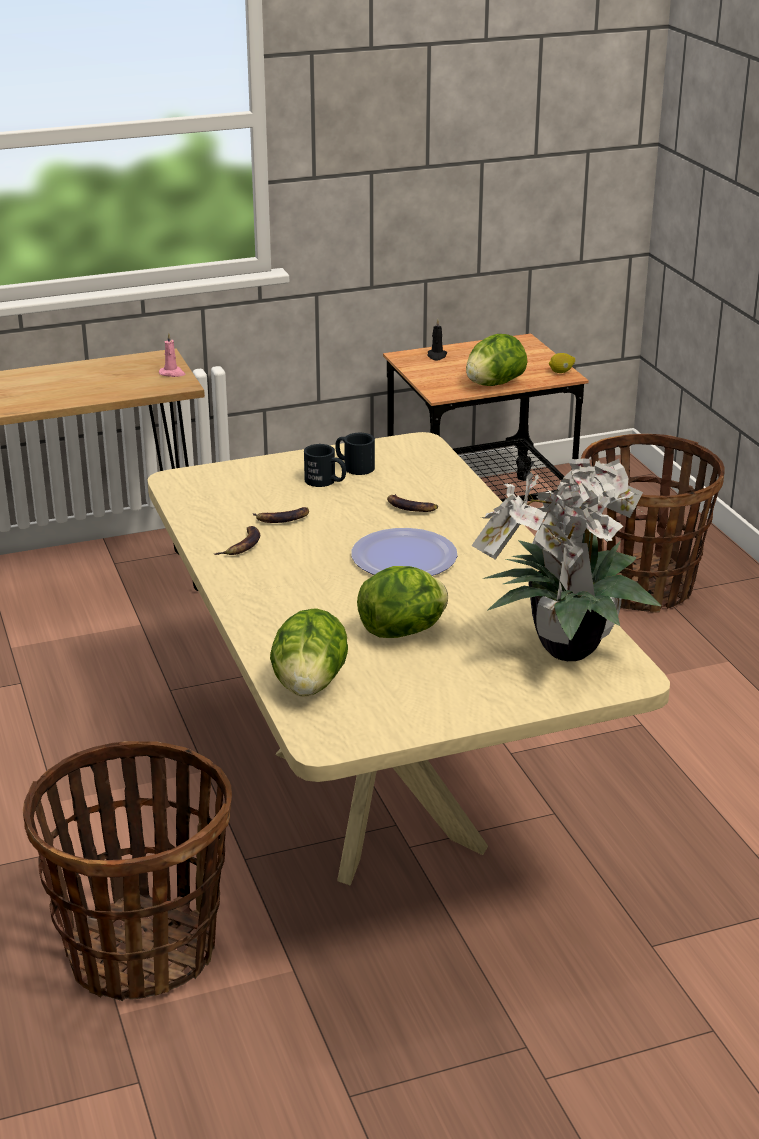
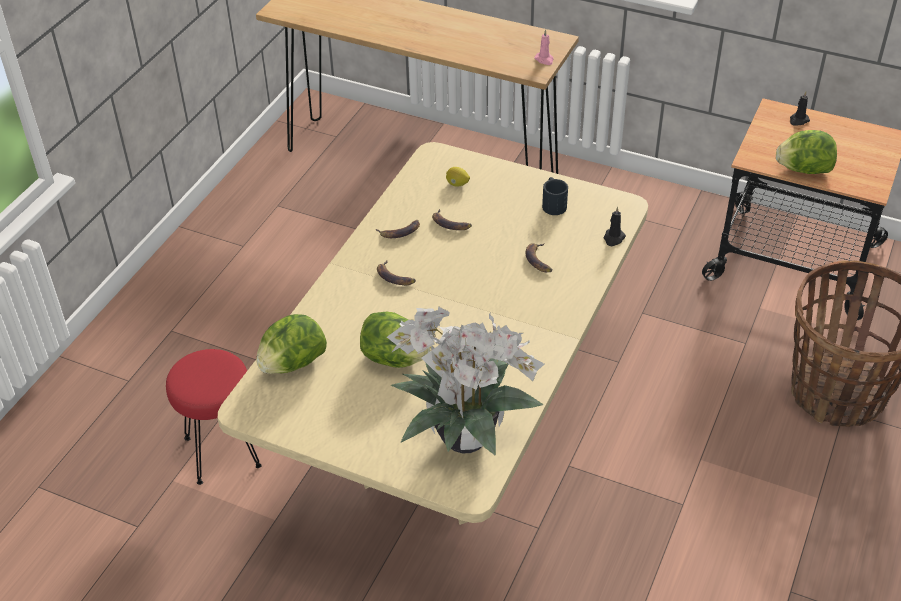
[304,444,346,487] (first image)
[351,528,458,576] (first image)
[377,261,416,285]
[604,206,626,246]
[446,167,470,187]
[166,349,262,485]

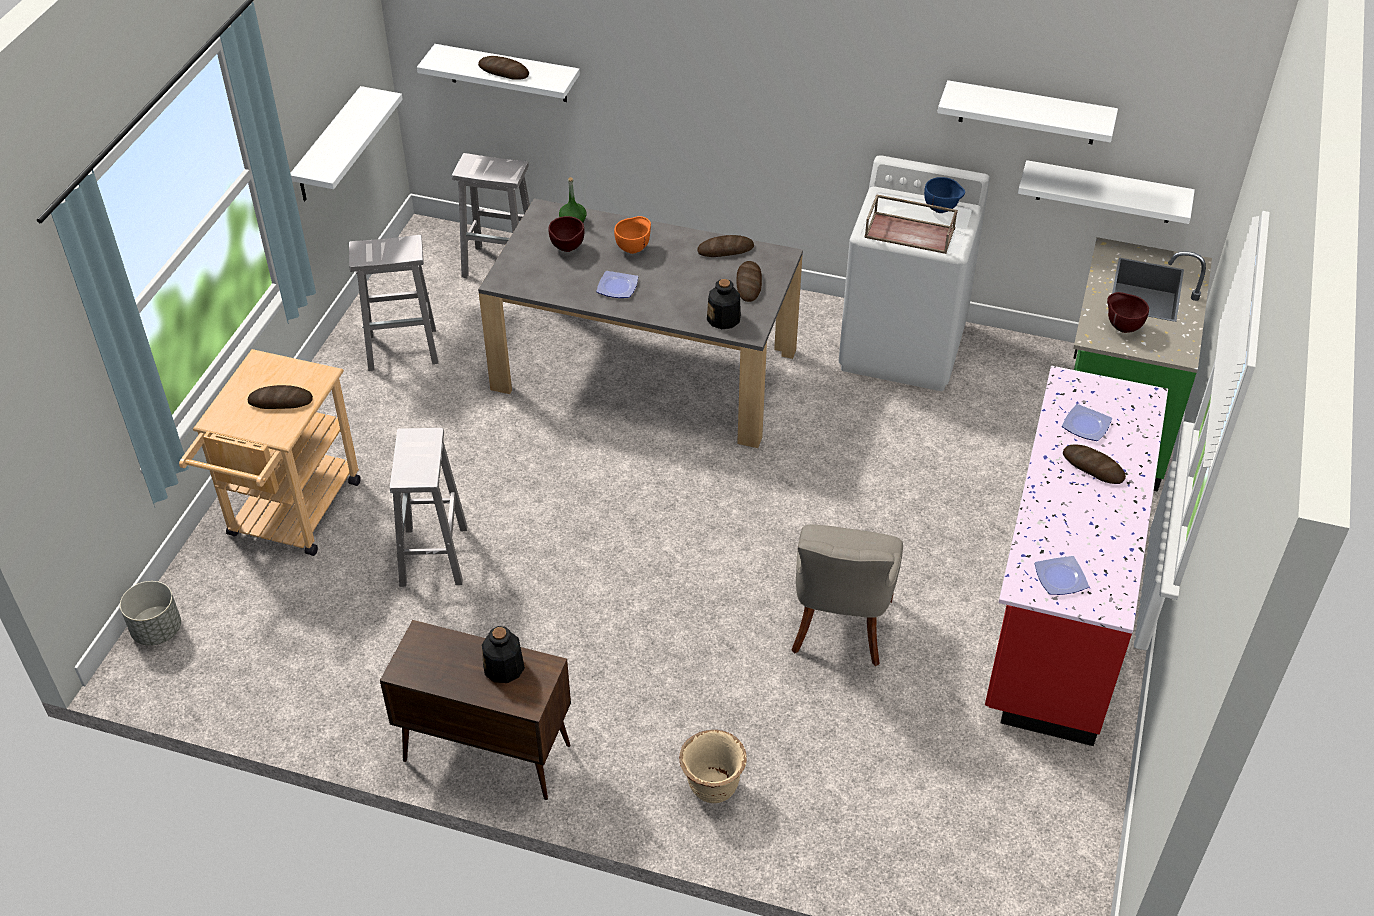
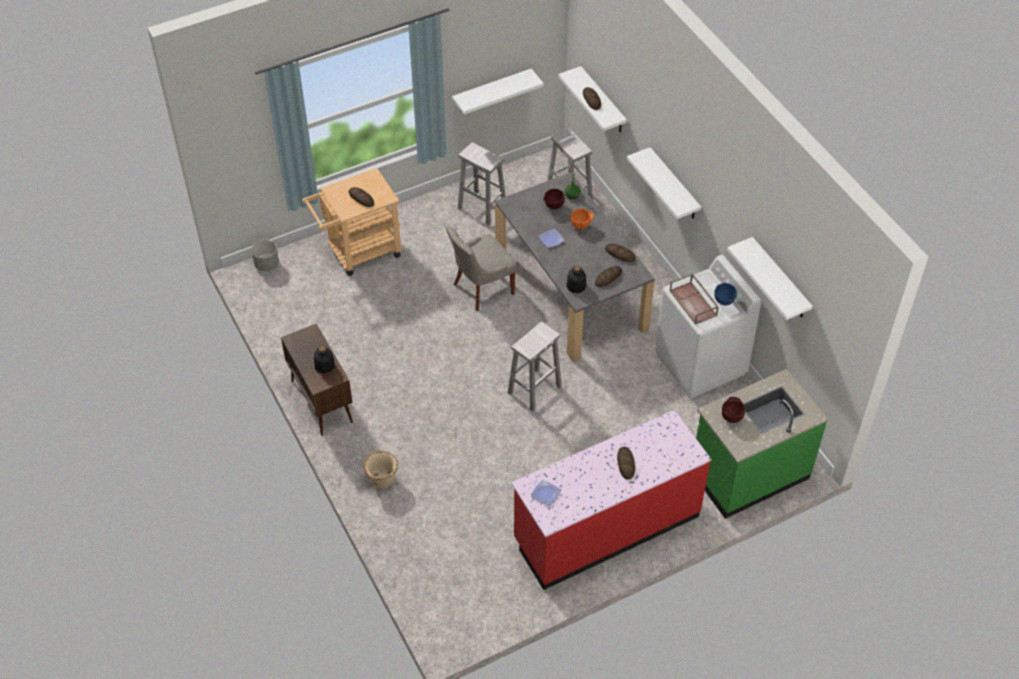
[1062,404,1112,441] (first image)
[508,322,562,412]
[445,226,517,311]
[627,147,701,219]

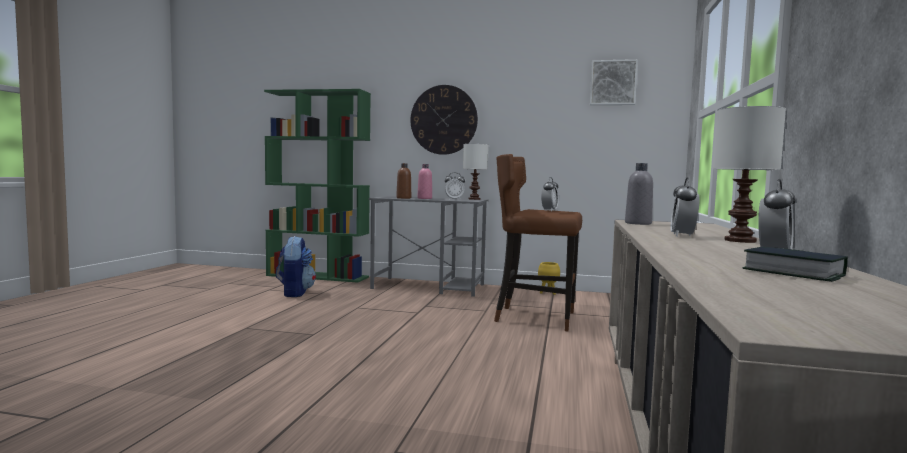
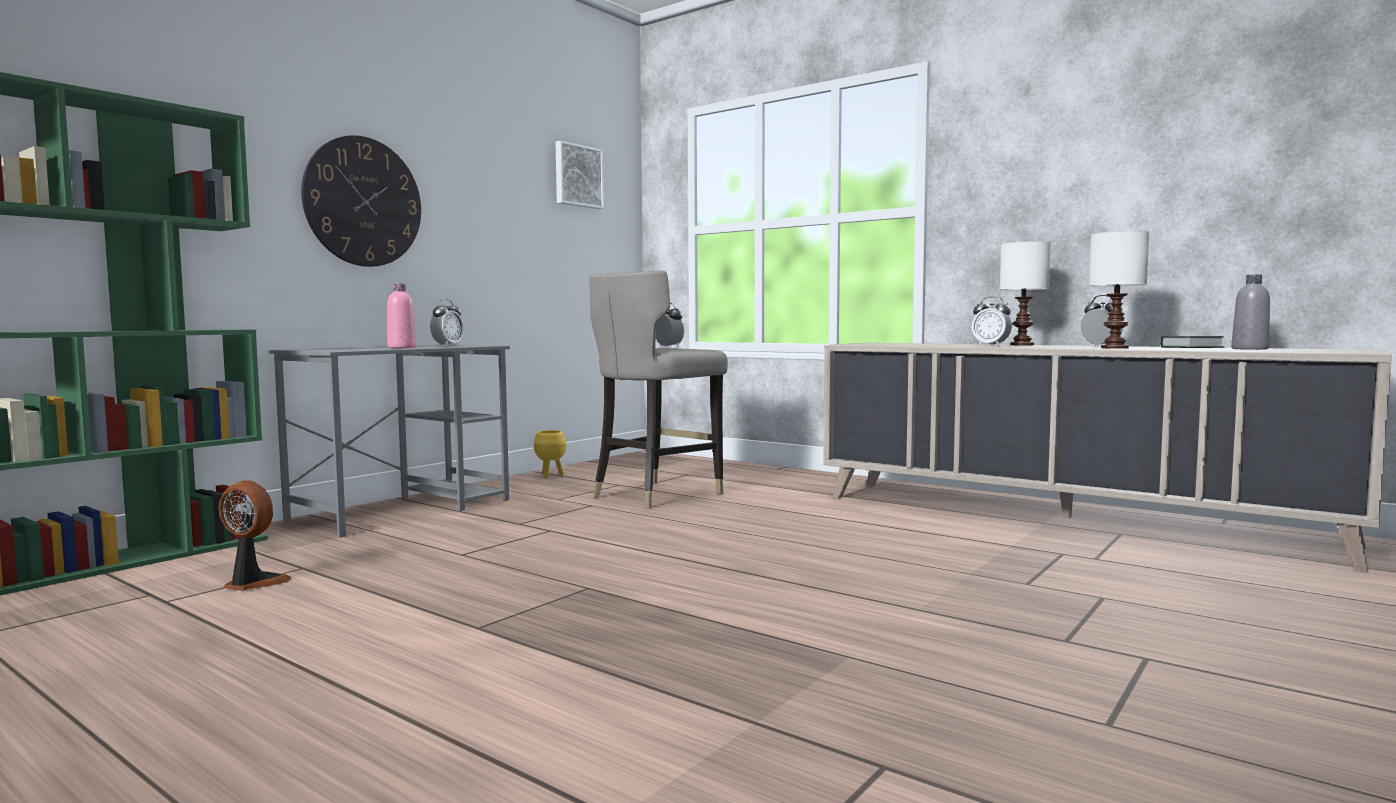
[396,163,411,199] (first image)
[1089,231,1149,349]
[1231,274,1270,350]
[218,480,291,590]
[589,270,728,509]

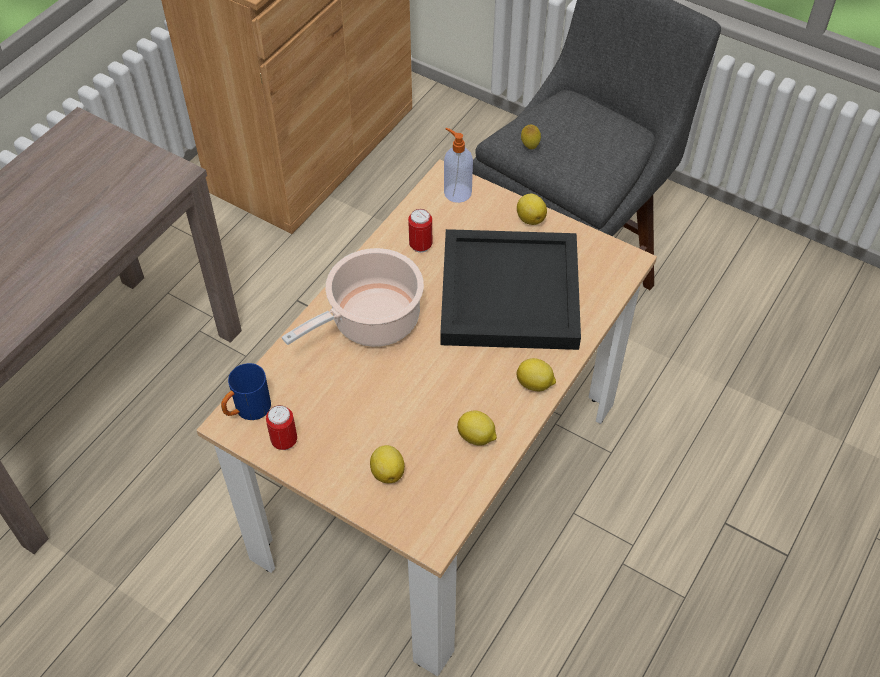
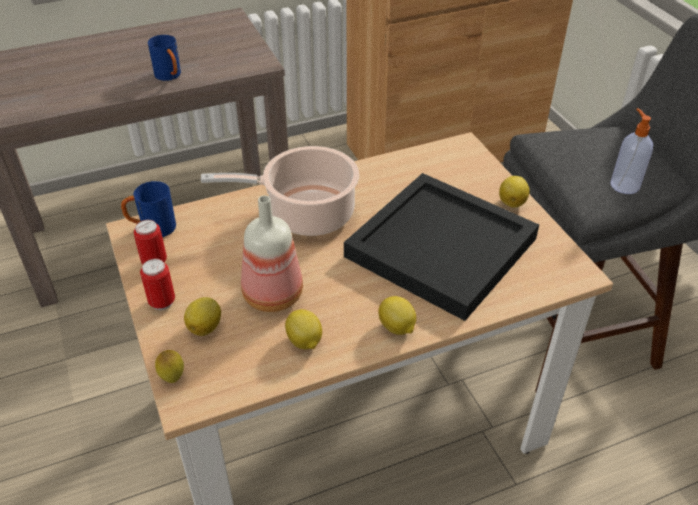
[148,35,181,81]
[241,196,303,312]
[140,259,175,310]
[610,108,653,194]
[155,350,184,383]

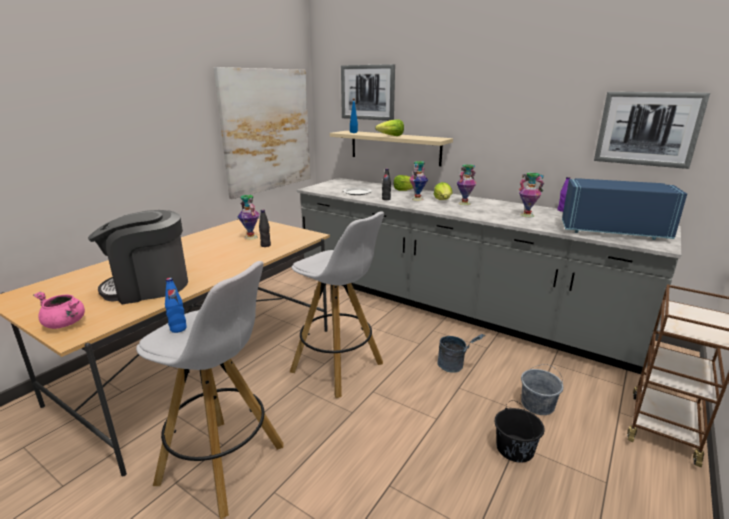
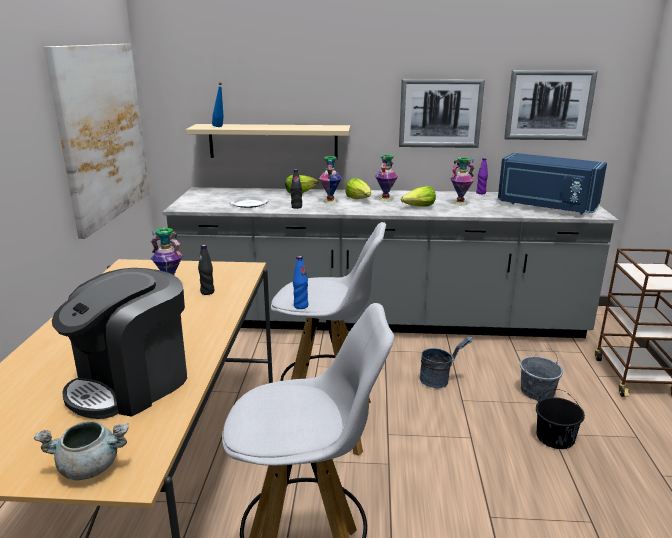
[293,256,308,309]
[399,79,485,148]
[401,186,436,207]
[34,421,129,480]
[498,153,607,214]

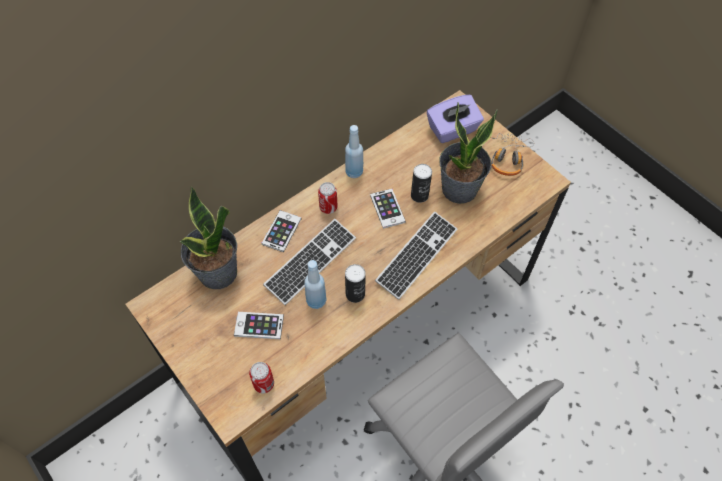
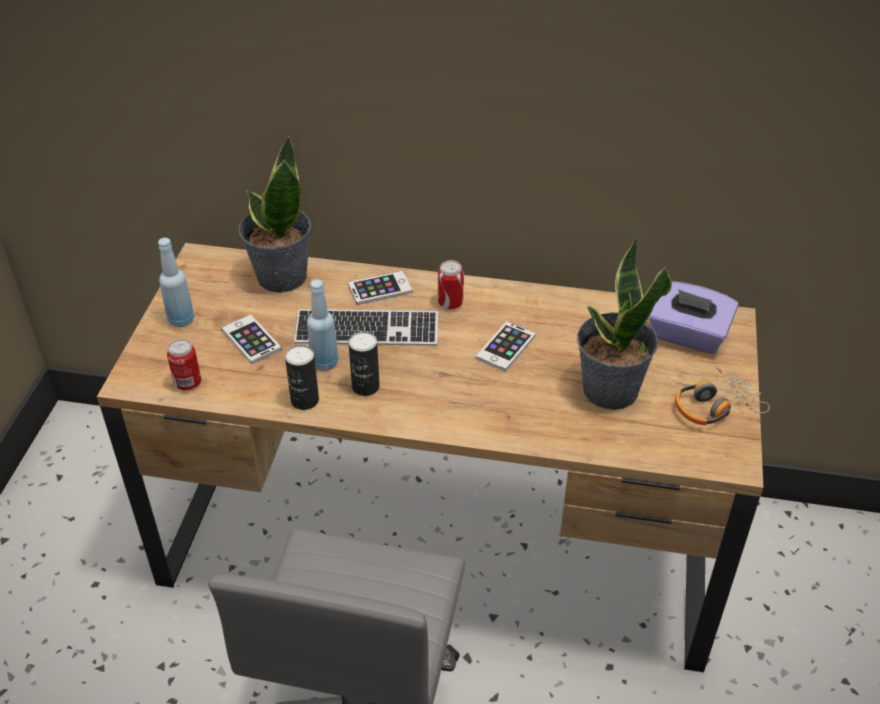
[375,212,457,300] (first image)
[158,238,194,327]
[285,345,319,410]

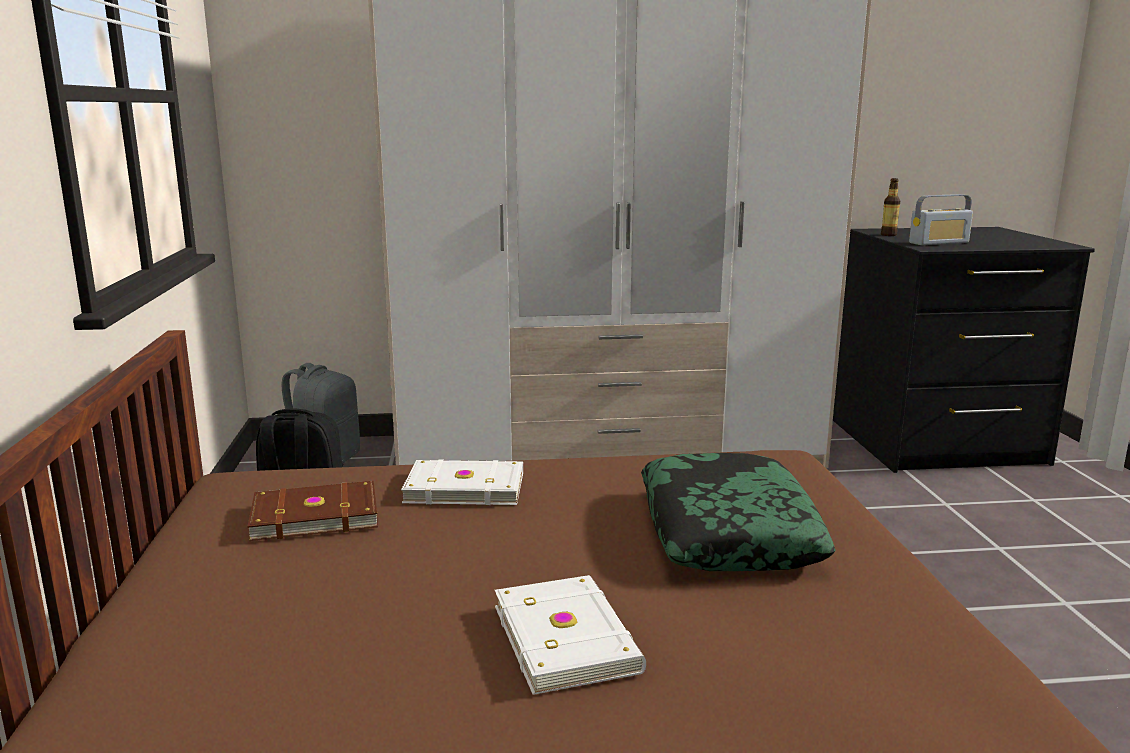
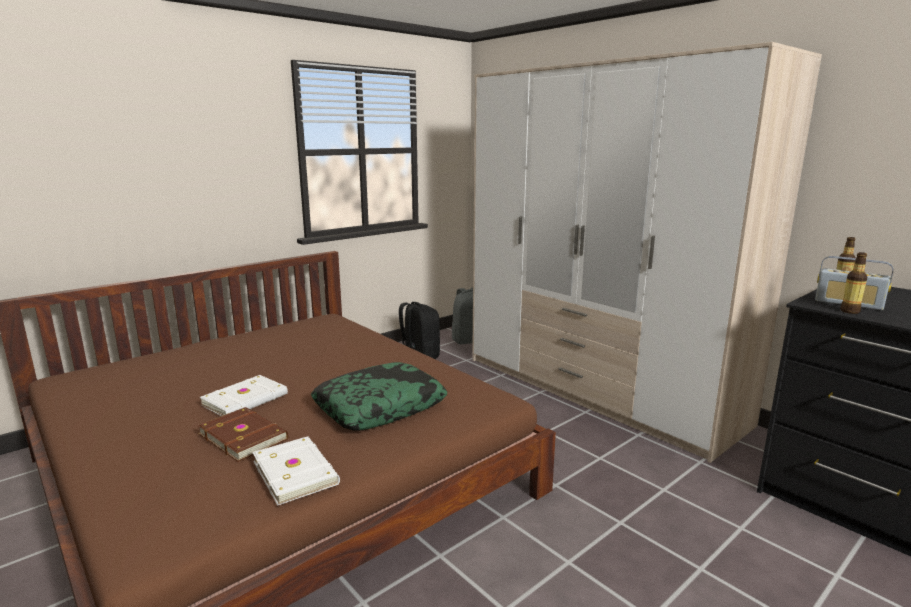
[840,252,867,314]
[197,407,288,462]
[252,436,340,506]

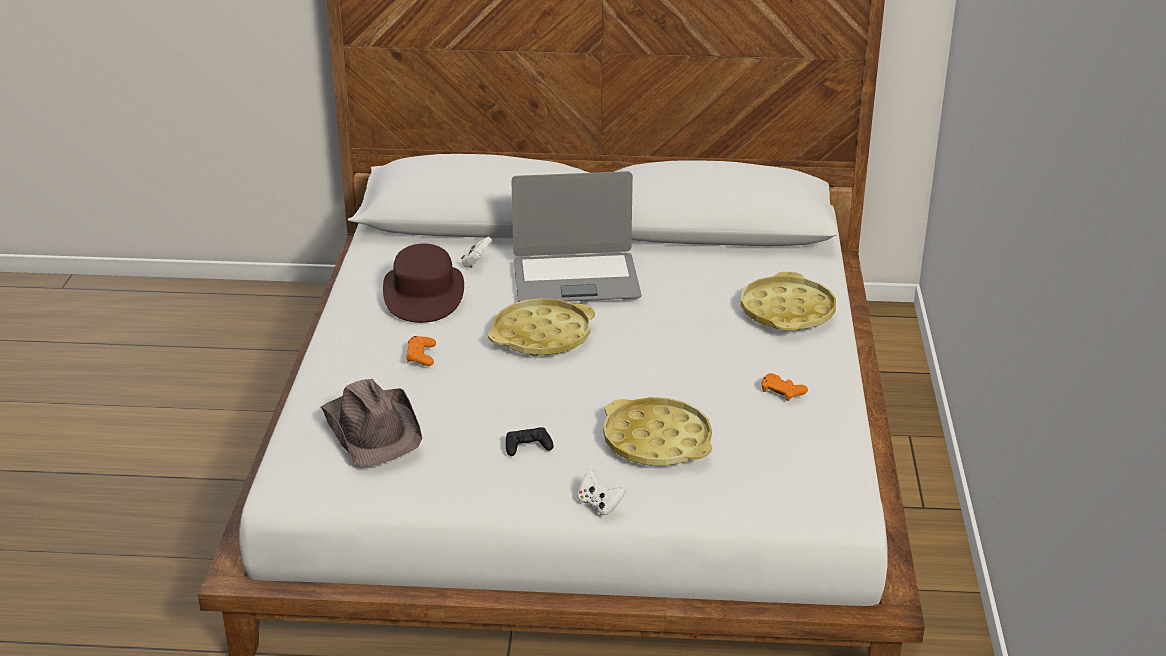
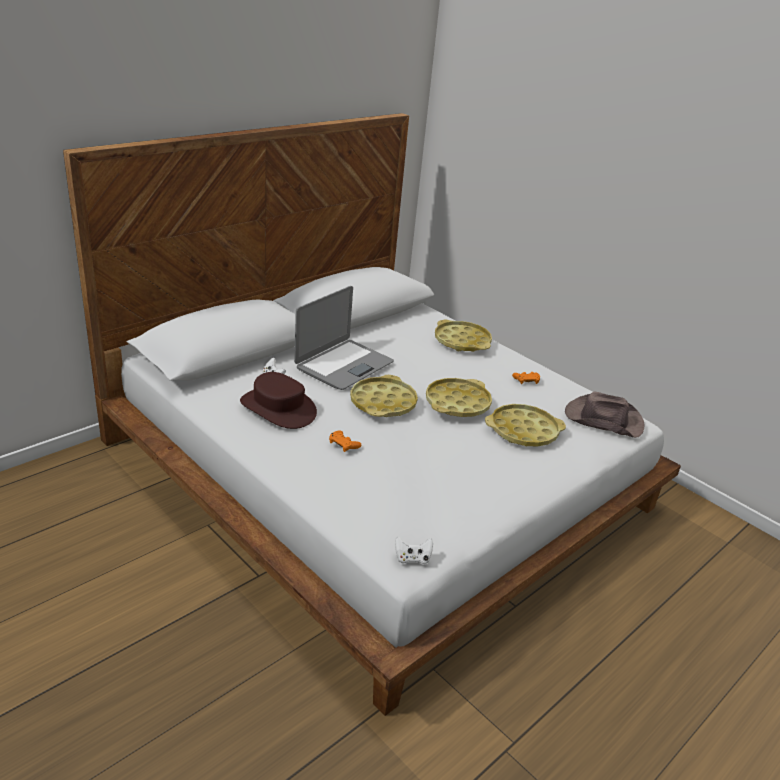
[506,427,554,456] (first image)
[426,378,492,417]
[565,392,644,438]
[395,537,433,565]

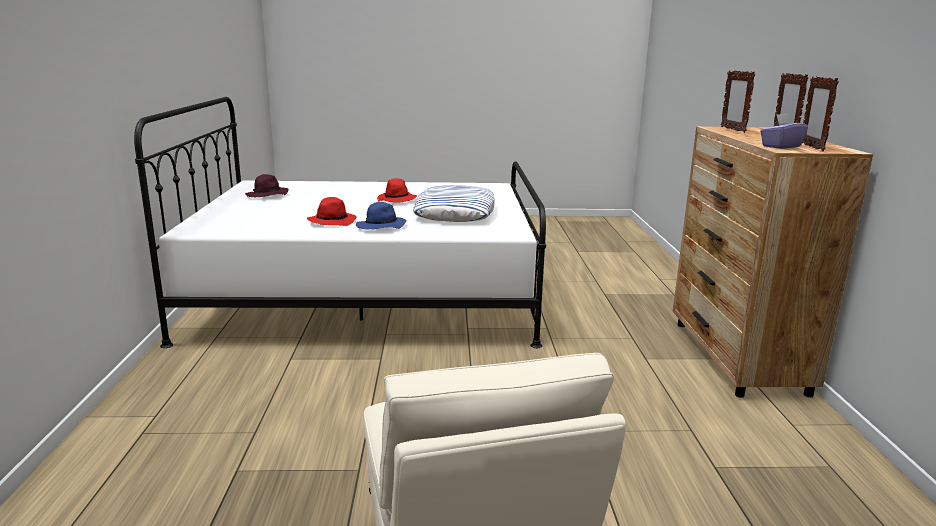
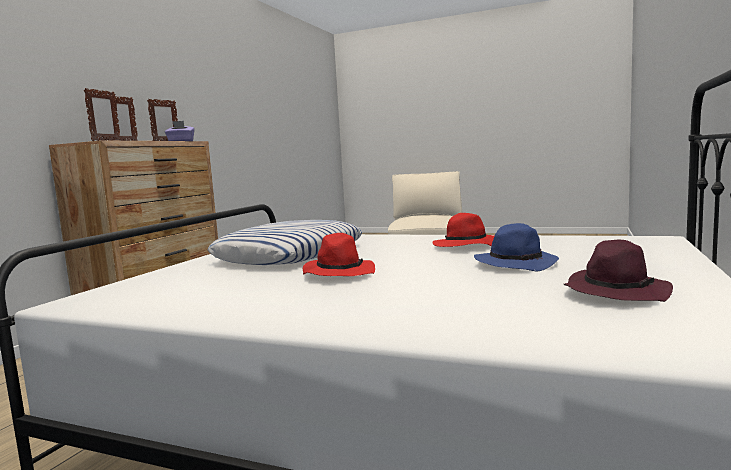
[474,223,559,272]

